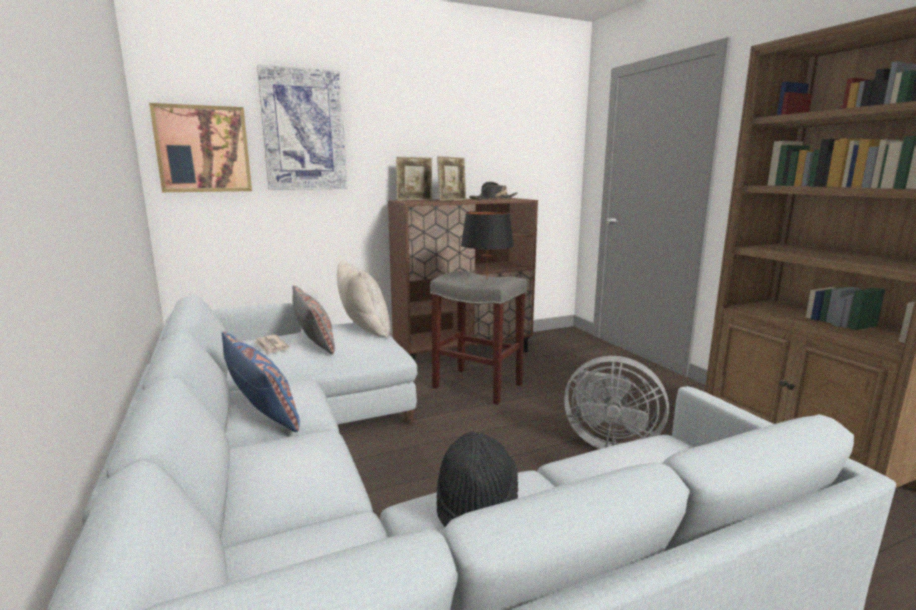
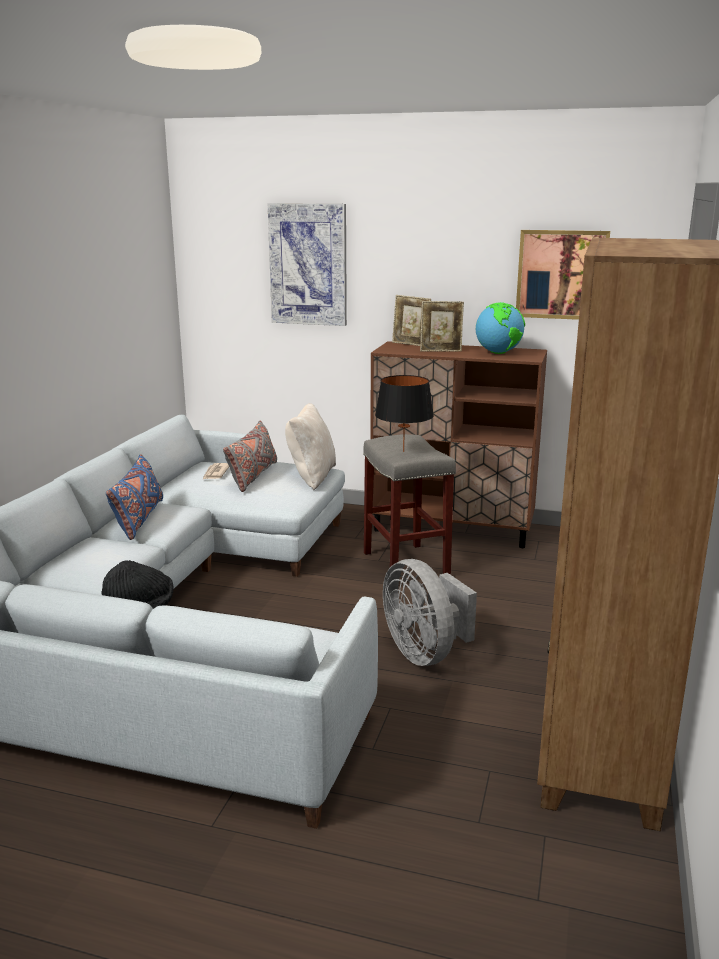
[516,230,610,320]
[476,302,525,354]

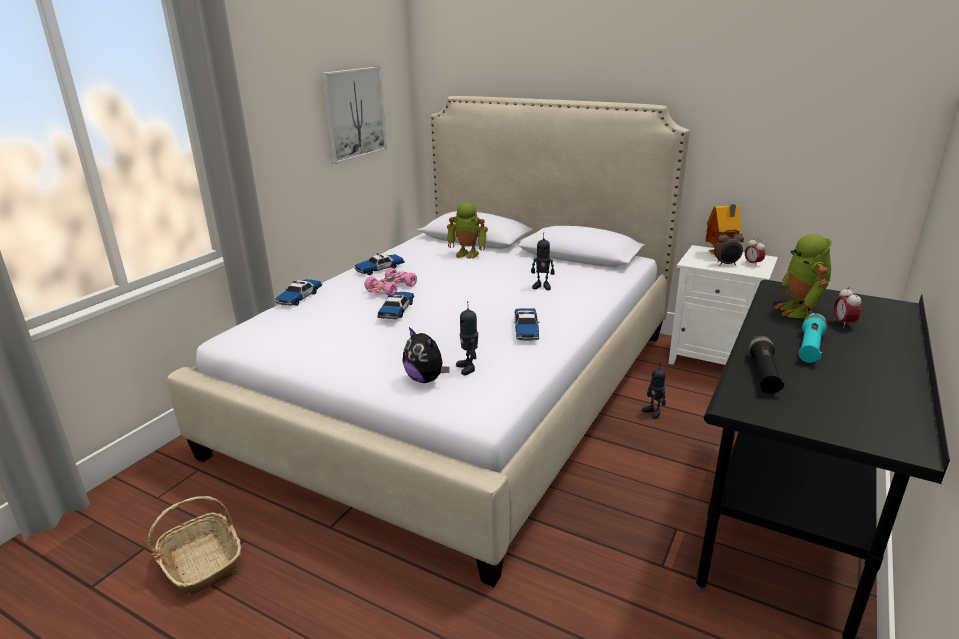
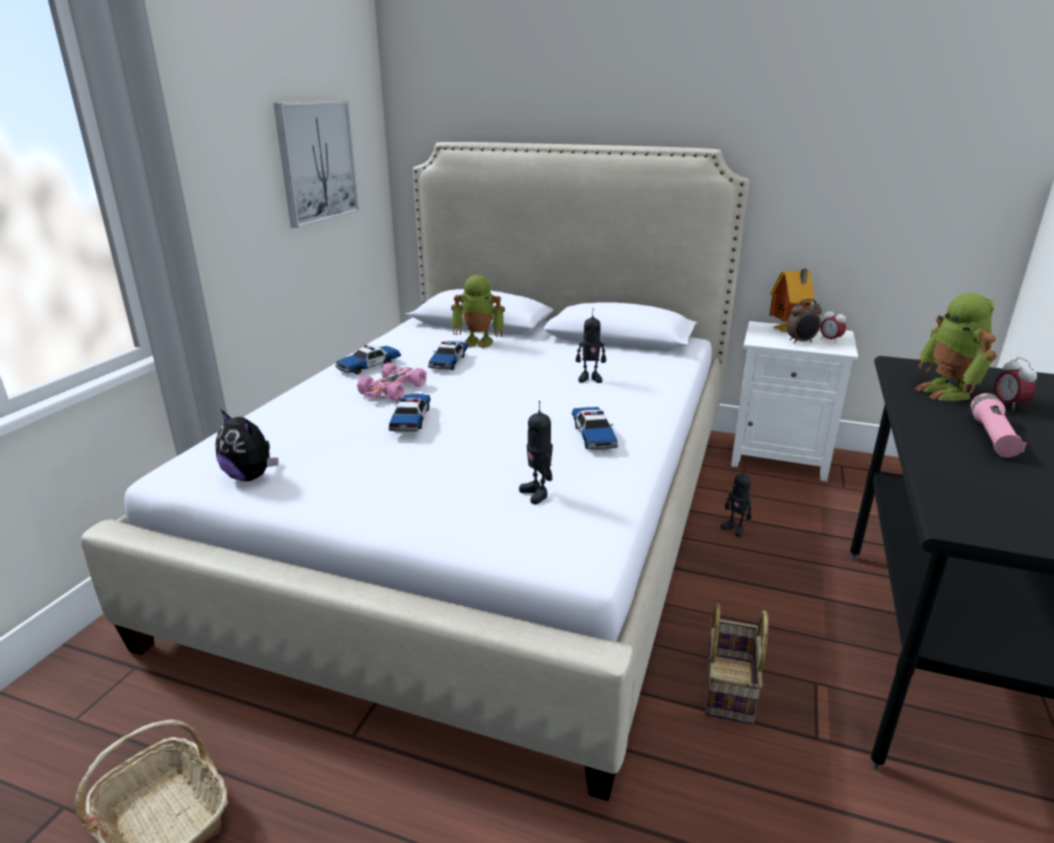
[749,335,785,394] (first image)
[705,603,768,724]
[428,341,468,370]
[215,410,279,481]
[971,393,1026,458]

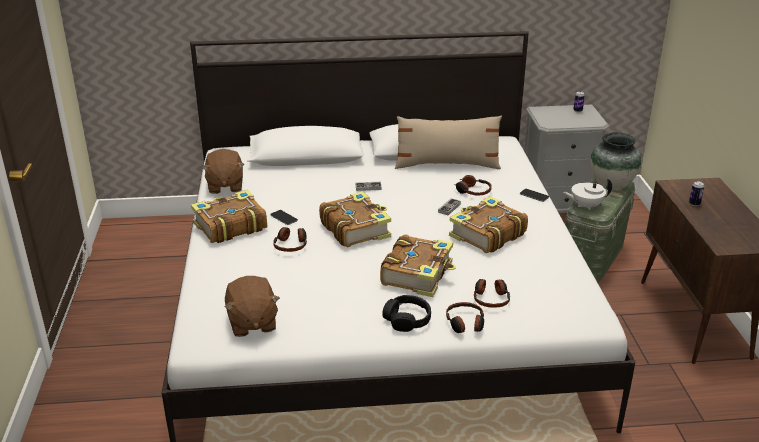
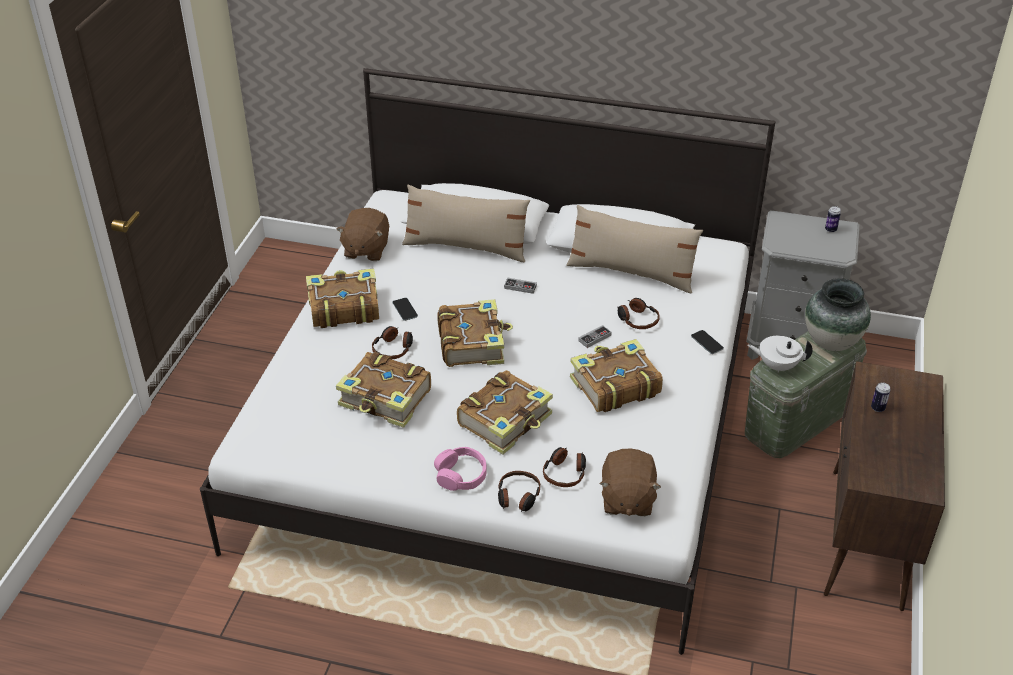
[336,352,431,428]
[402,185,530,262]
[600,449,661,516]
[434,447,487,491]

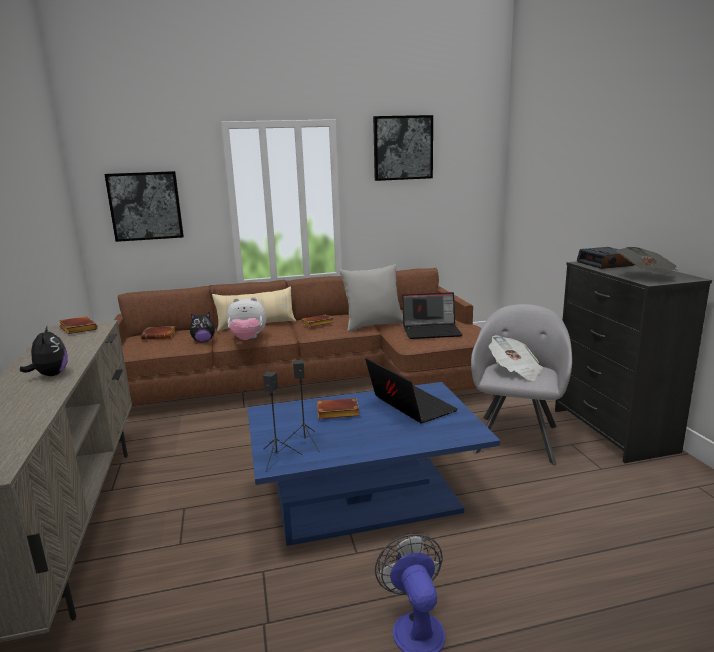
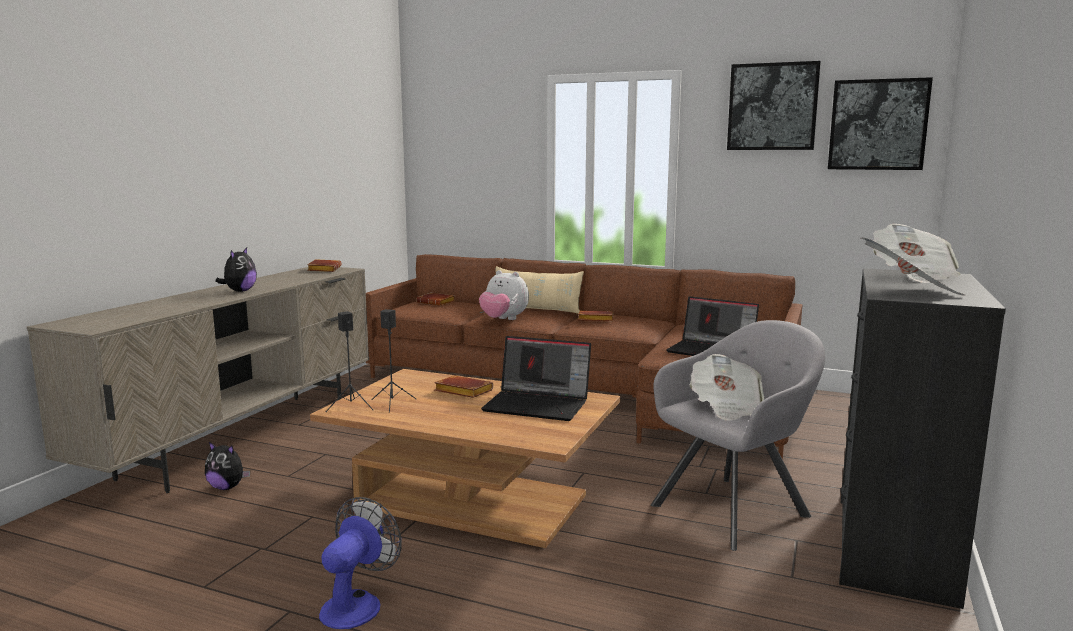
[339,265,403,332] (first image)
[828,77,933,170]
[205,442,250,490]
[873,224,960,283]
[310,369,620,548]
[481,336,591,421]

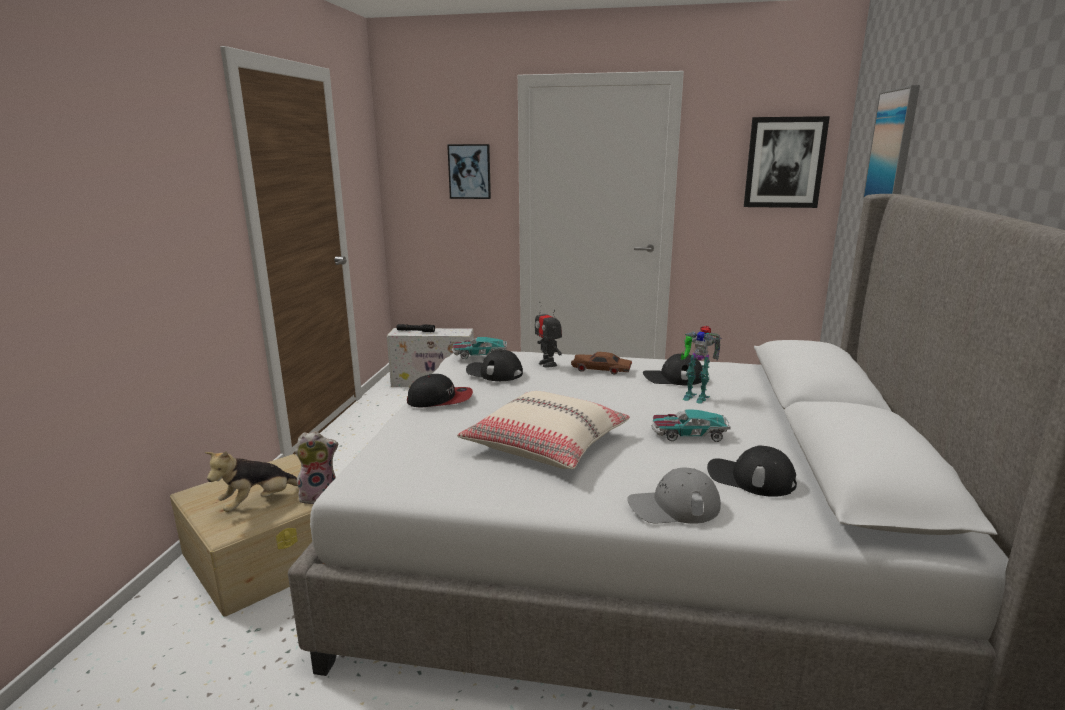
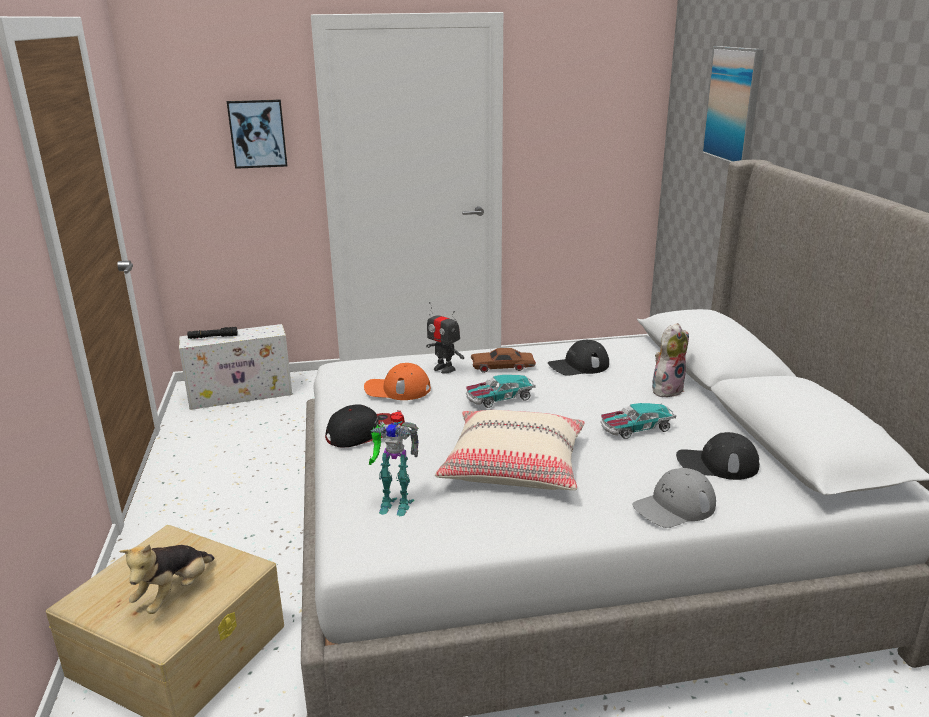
[744,116,830,208] (first image)
[652,323,689,397]
[466,375,536,408]
[369,411,419,516]
[364,363,431,400]

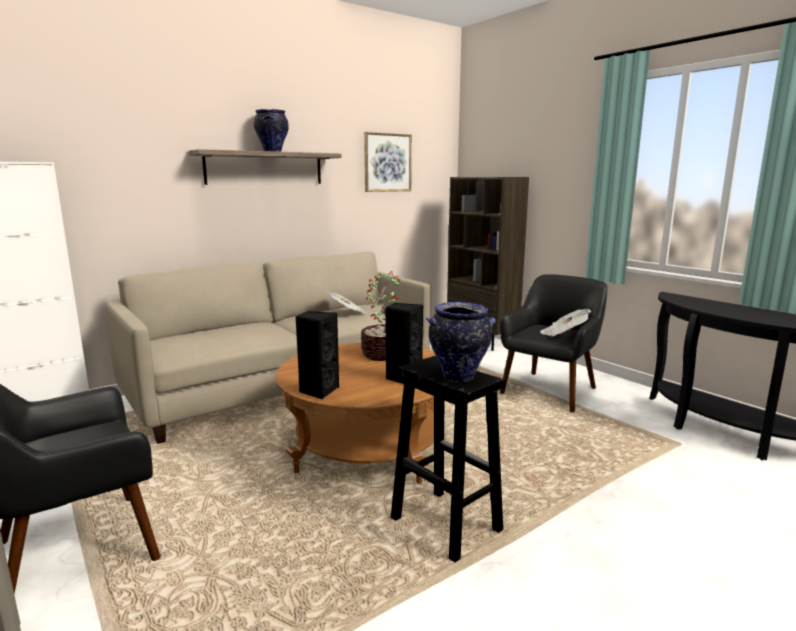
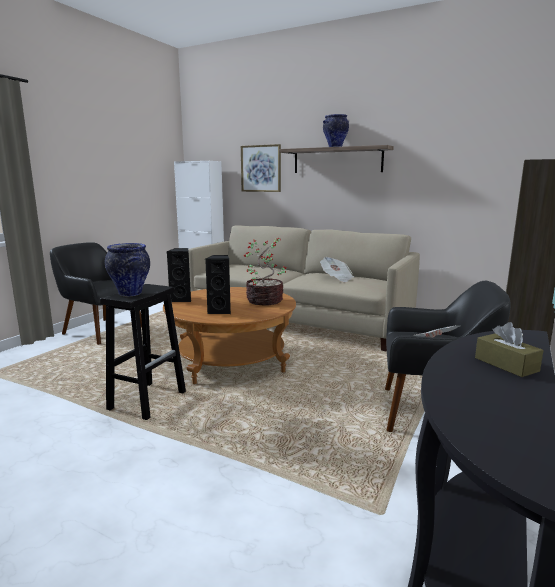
[475,322,543,377]
[241,144,281,192]

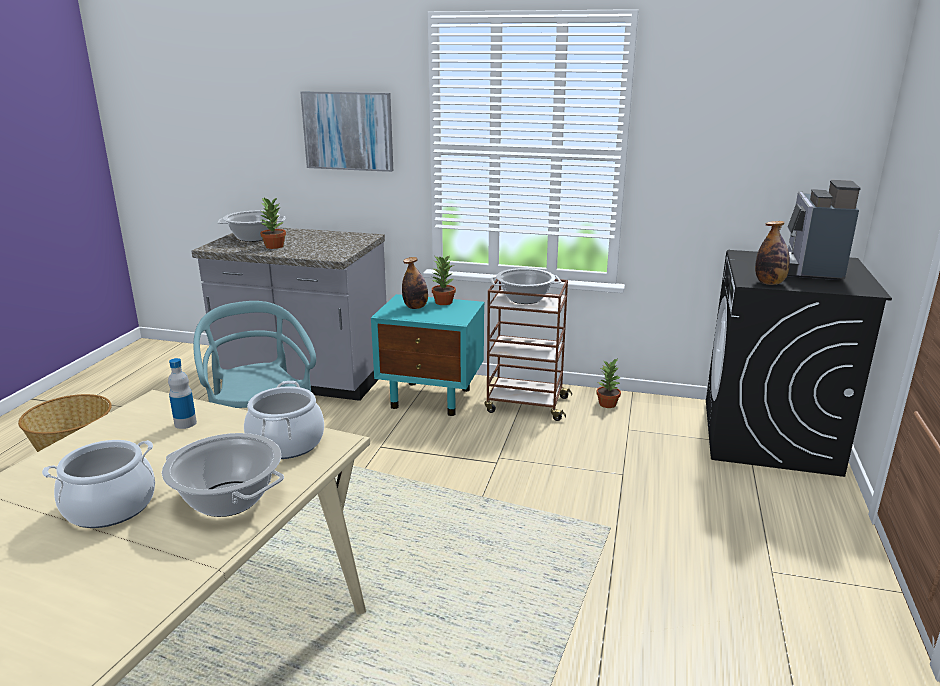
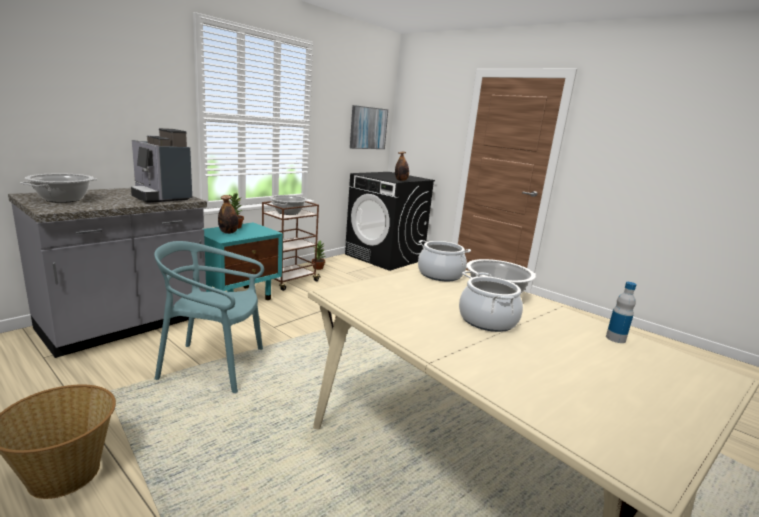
[259,197,286,249] (first image)
[606,282,637,343]
[350,105,388,149]
[131,128,192,203]

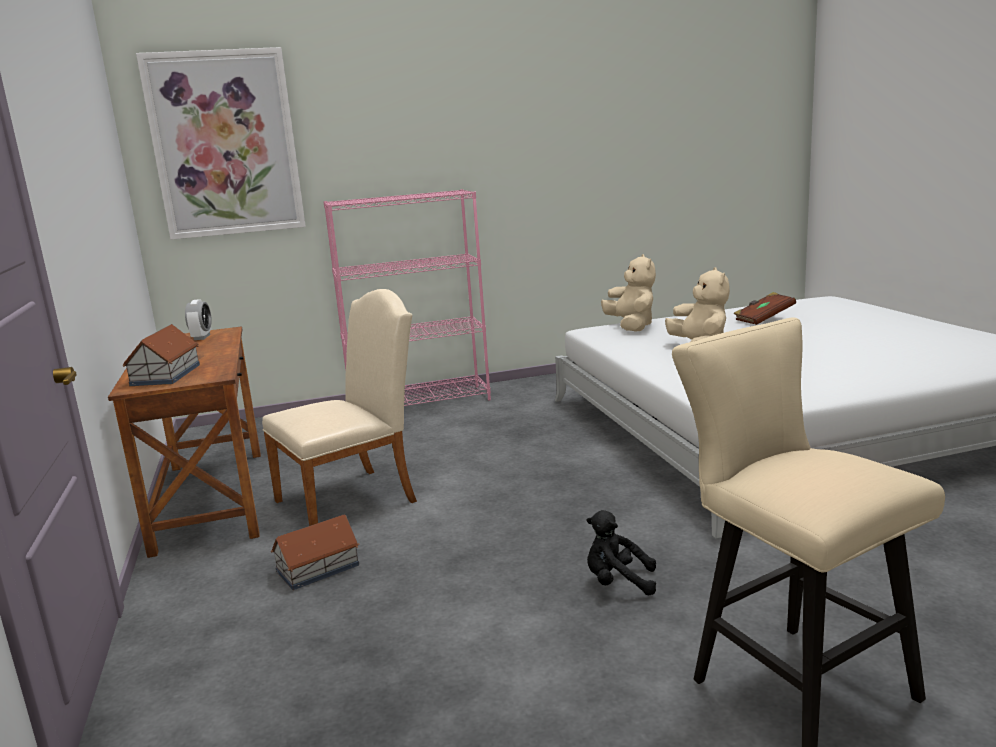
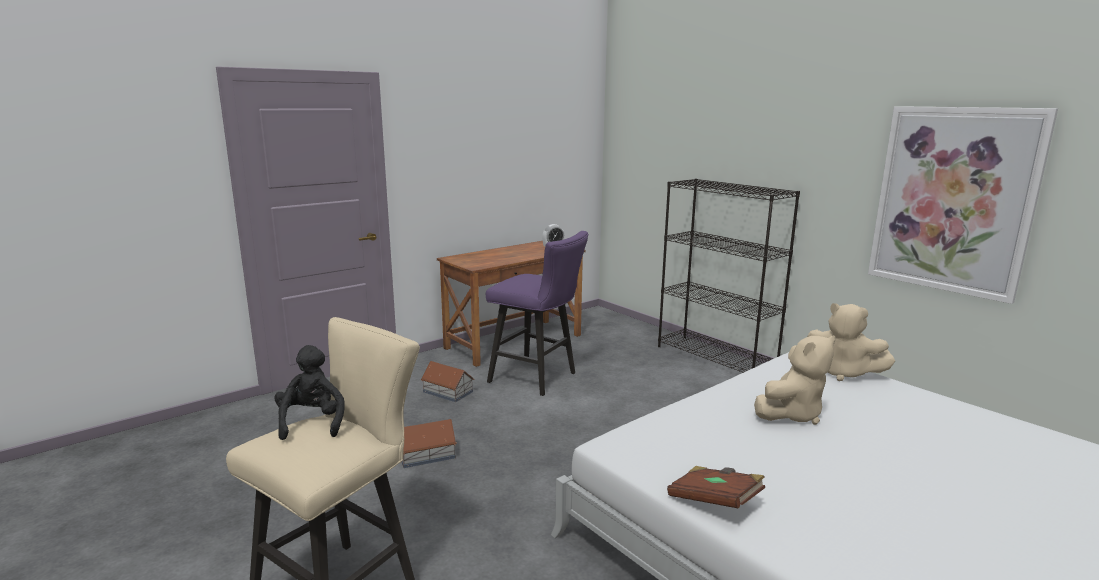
[402,419,457,468]
[868,106,1058,304]
[274,345,344,440]
[667,466,765,508]
[486,231,589,396]
[658,179,800,373]
[807,303,895,381]

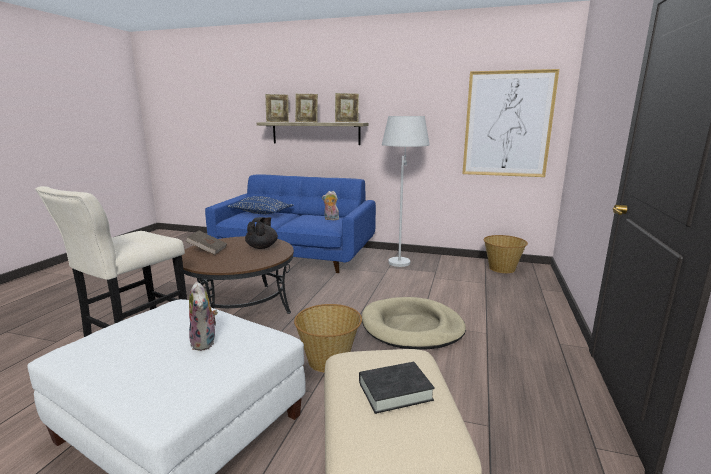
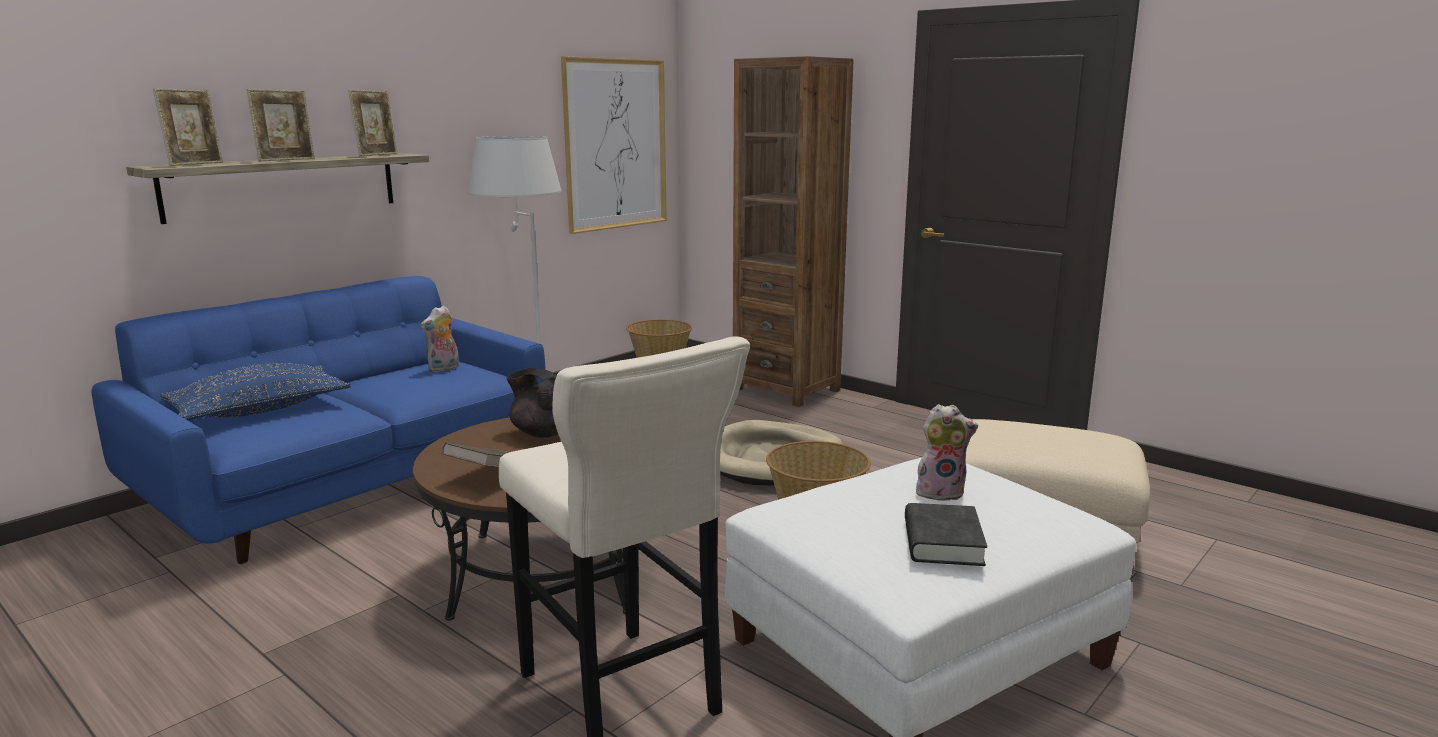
[733,56,854,407]
[905,503,987,566]

